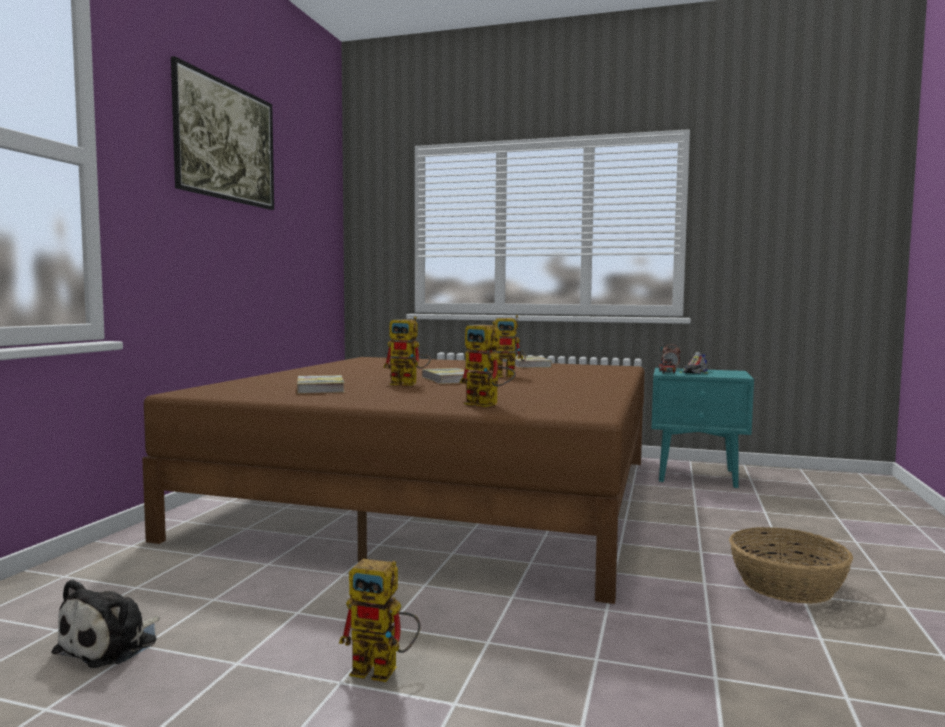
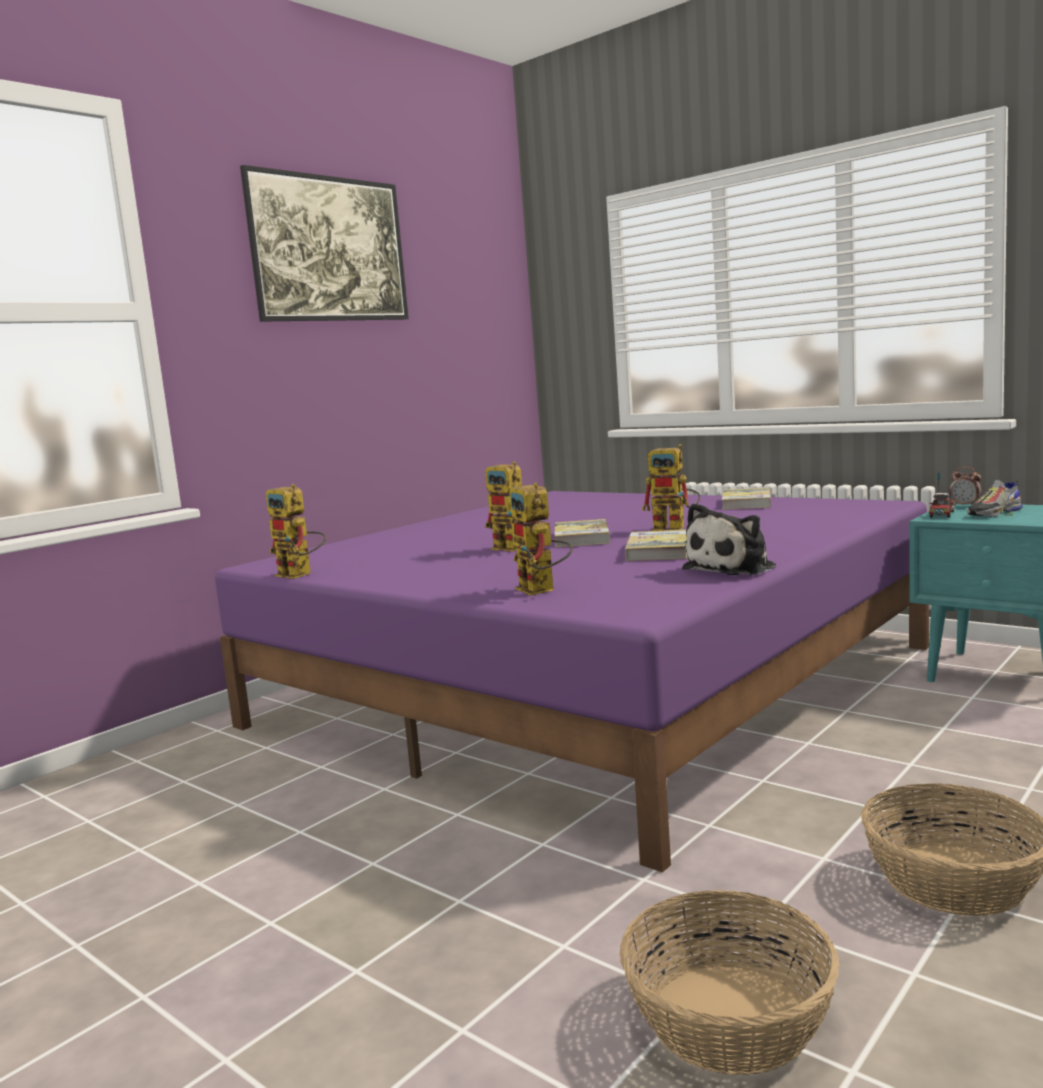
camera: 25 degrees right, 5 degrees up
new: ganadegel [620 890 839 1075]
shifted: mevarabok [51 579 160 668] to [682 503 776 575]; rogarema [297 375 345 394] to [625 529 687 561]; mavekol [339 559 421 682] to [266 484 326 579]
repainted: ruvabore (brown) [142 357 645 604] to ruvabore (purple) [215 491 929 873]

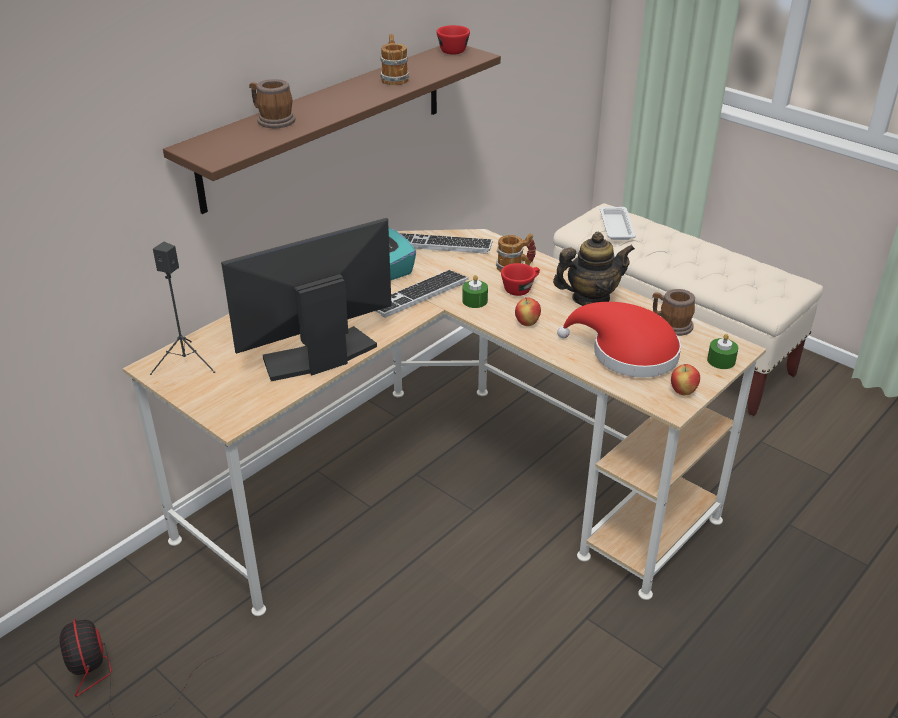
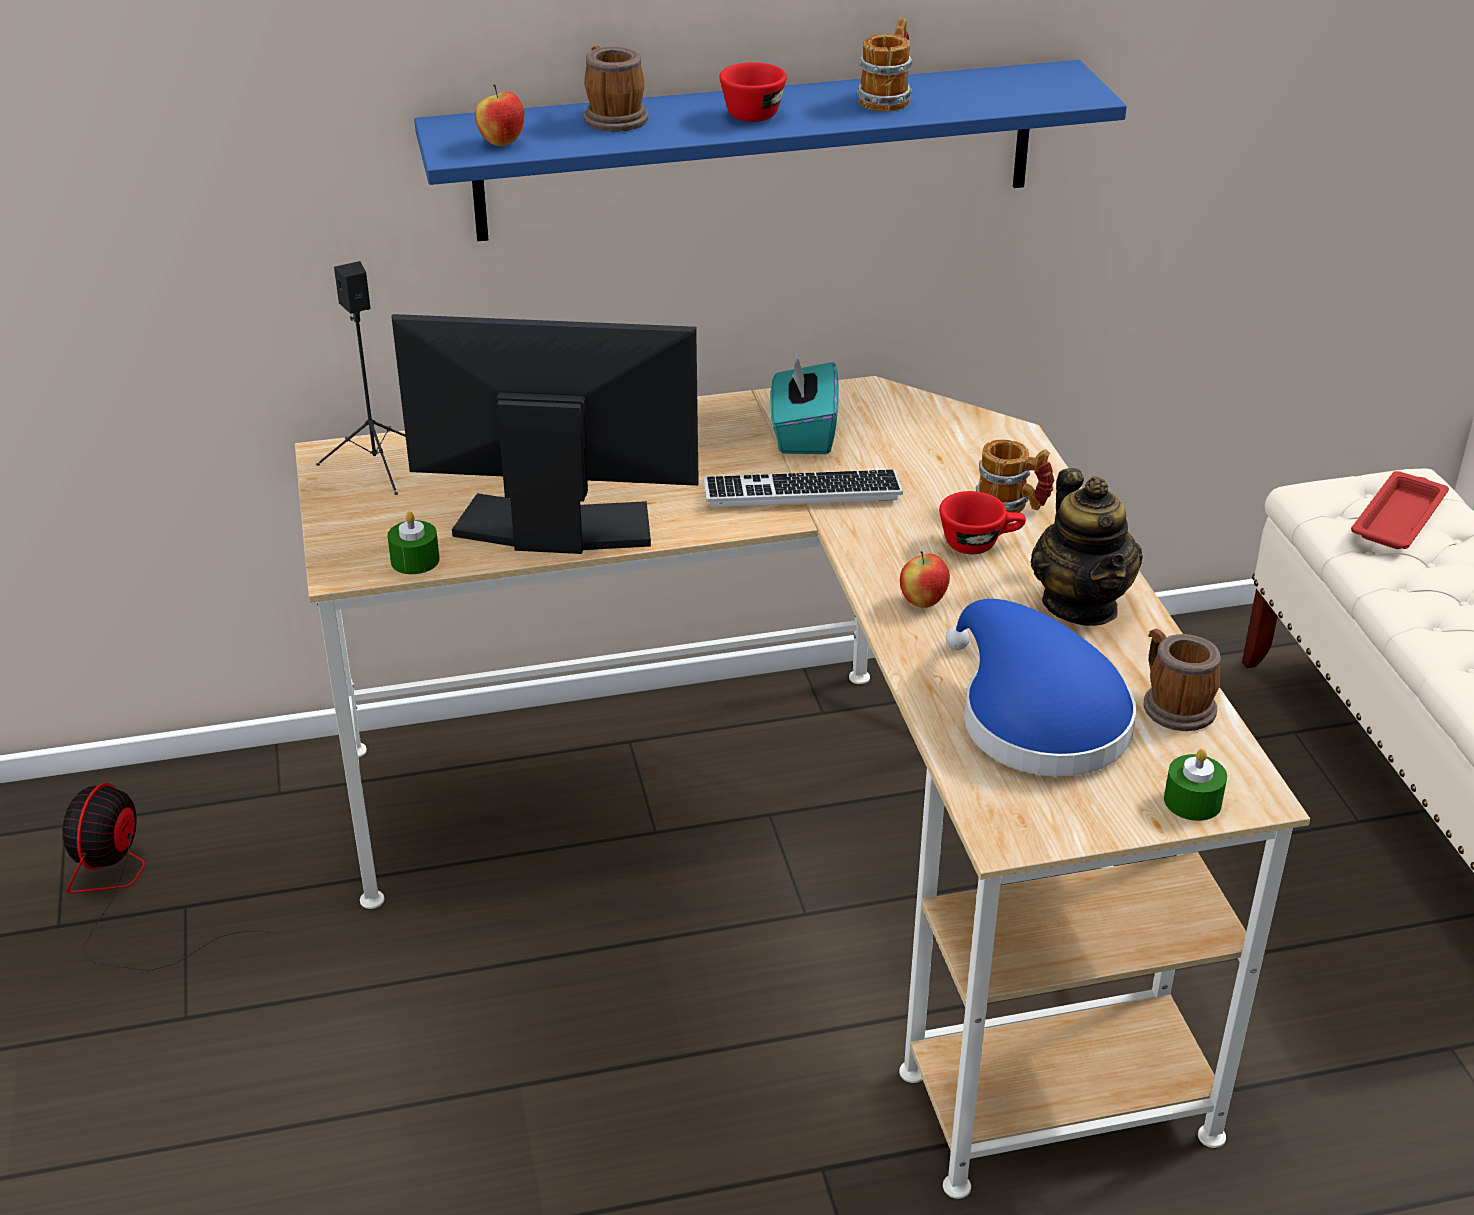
camera: 35 degrees right, 0 degrees up
gone: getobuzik [400 233 493 254]
shifted: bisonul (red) [436 25 470 55] to [719 62 787 122]; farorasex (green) [462 275 488 308] to [387 511 440 574]; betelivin [671 364 700 395] to [475 85 525 146]
repainted: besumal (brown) [163 46 501 214] to besumal (blue) [414 60 1127 241]; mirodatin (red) [557 302 681 378] to mirodatin (blue) [945 599 1136 776]; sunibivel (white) [600 207 636 240] to sunibivel (red) [1351 471 1449 549]
rotated: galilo [553 232 635 306] = [1031 468 1143 626] 60 degrees clockwise

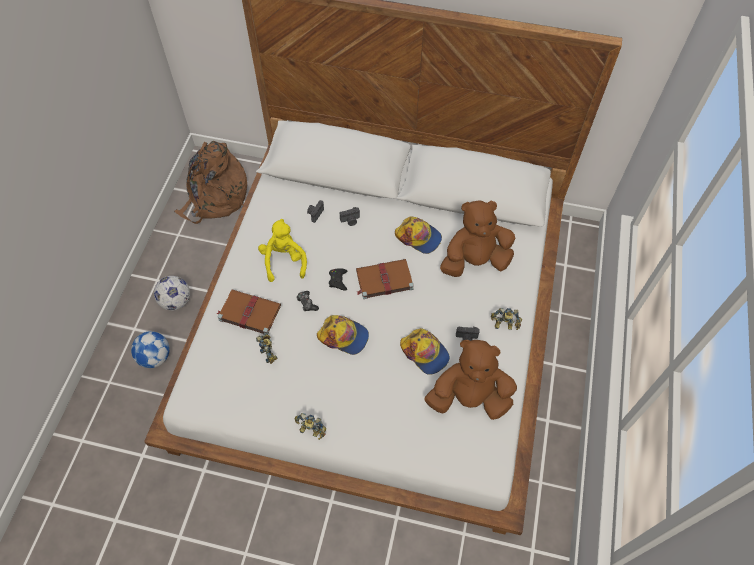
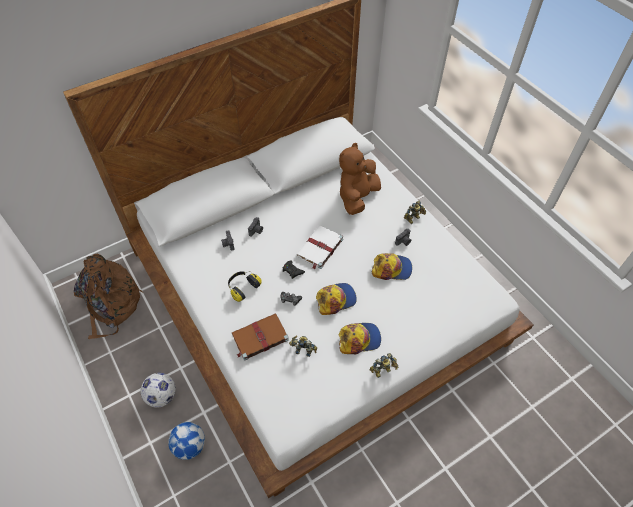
camera: 45 degrees left, 5 degrees down
gone: mevarabok (brown) [424 340 517 420]
shifted: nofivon [395 216 442 254] to [339 323 381 354]
swapped: mevarabok (yellow) [258 219 307 282] to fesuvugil [228 271 262 302]
repainted: rogarema (brown) [356 259 414 299] to rogarema (white) [296 225 343 270]

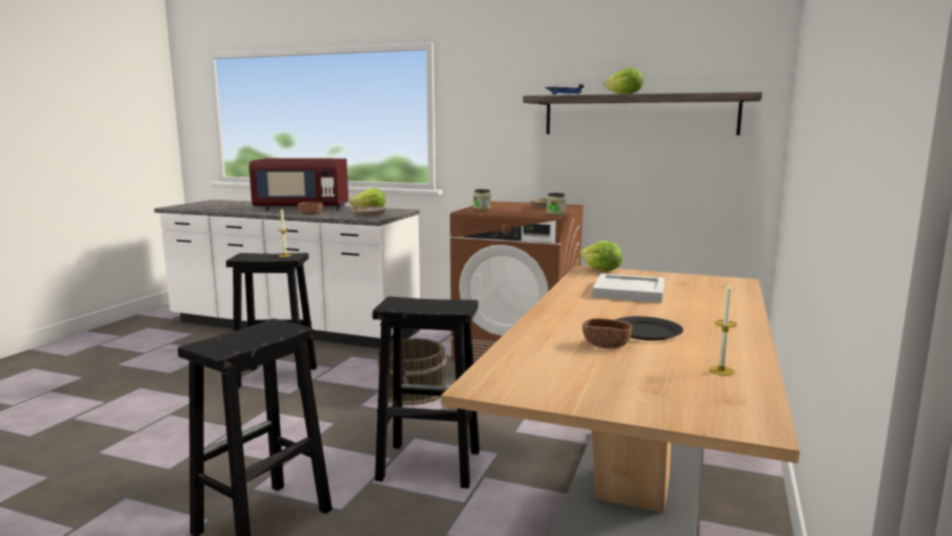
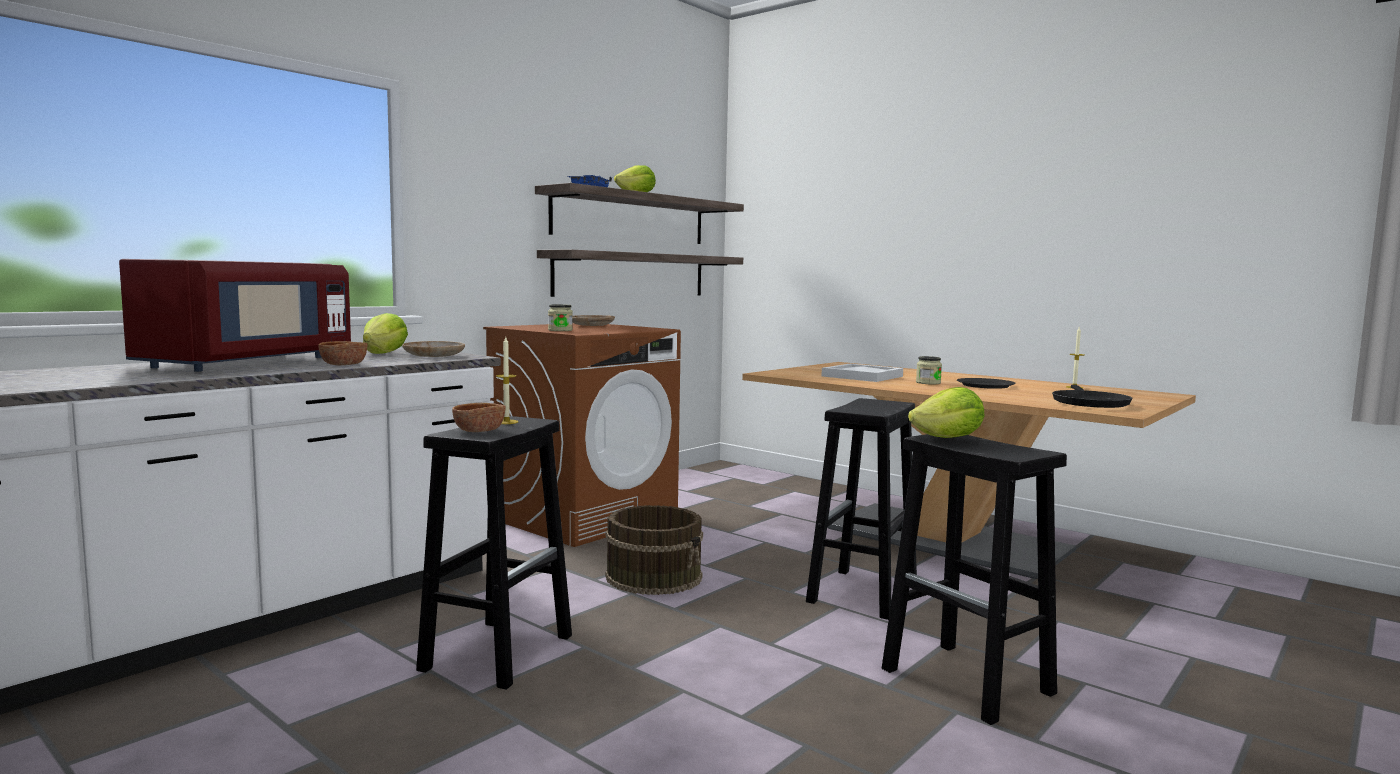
camera: 70 degrees left, 5 degrees down
new: besumal [537 250 743 297]; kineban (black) [1052 385 1132 408]
shifted: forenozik [546 193 566 215] to [916 356 942 385]; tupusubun [580 241 622 271] to [908 387 984 438]; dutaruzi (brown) [582 318 632 349] to [452 403 506 432]

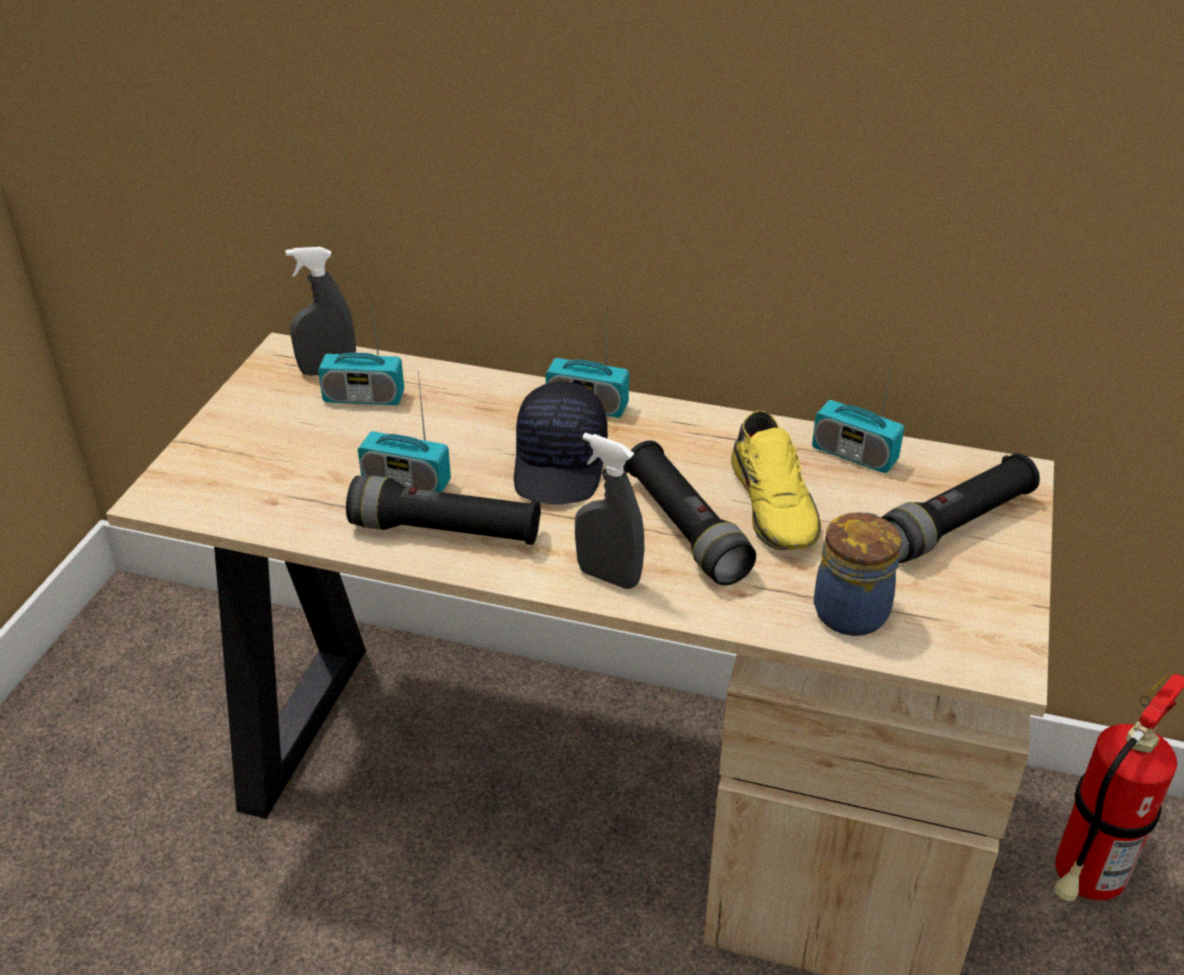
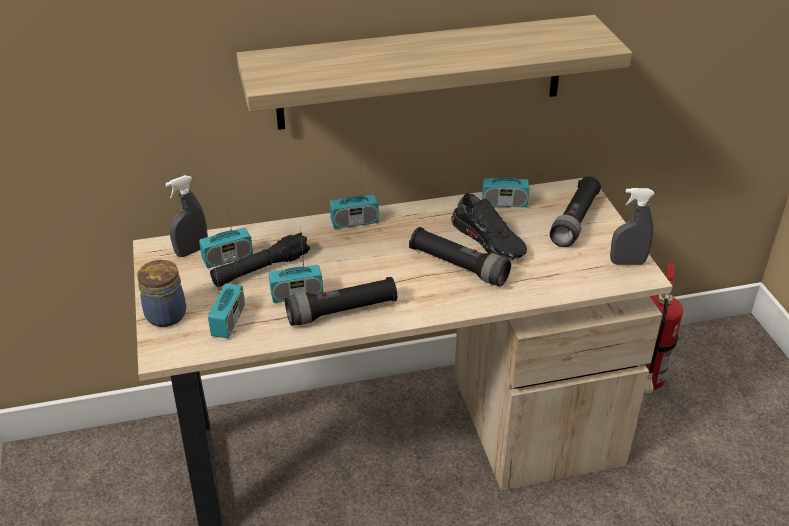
camera: 30 degrees left, 0 degrees up
gone: nofivon (black) [514 382 608 504]
new: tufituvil [208 254 245 338]; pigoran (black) [210 232 310 287]; besumal [236 15 632 130]
shifted: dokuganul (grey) [575 433 645 589] to [610 188 654 265]; forenozik [814 512 901 636] to [137 259 186 327]
repainted: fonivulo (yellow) [731 411 821 550] to fonivulo (black) [451 193 527 260]

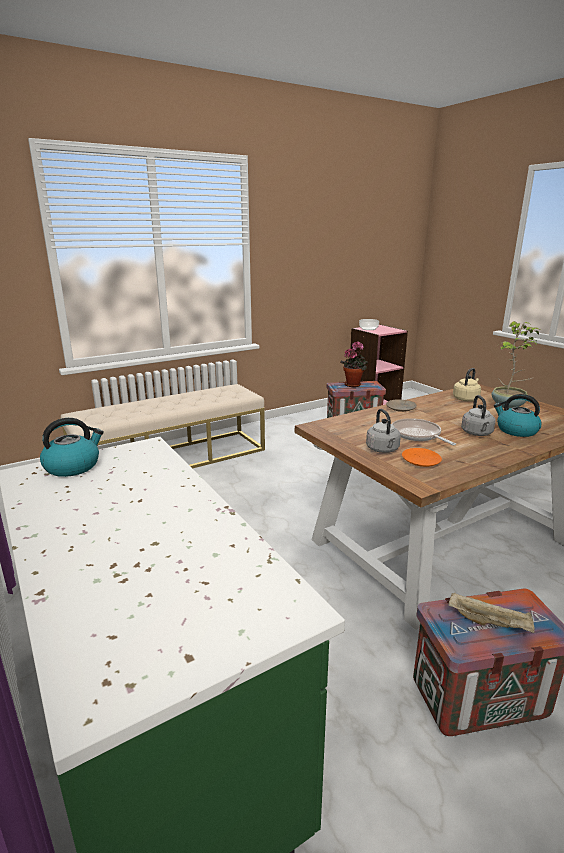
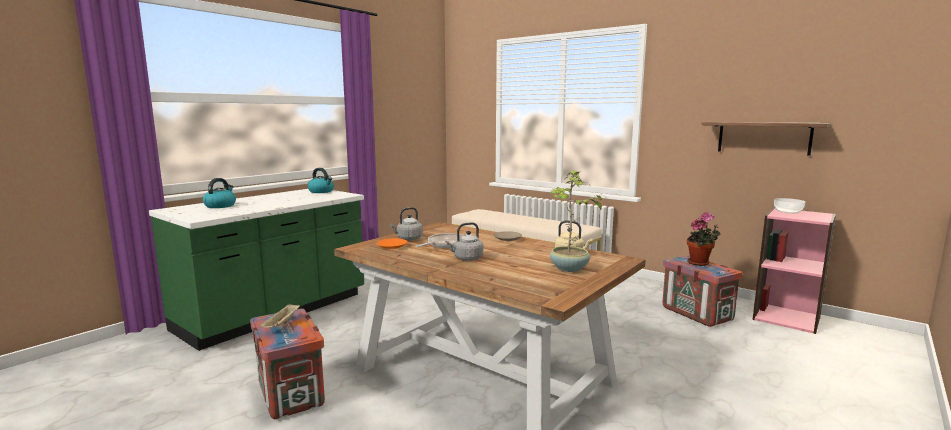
camera: 70 degrees right, 10 degrees down
new: besumal [701 122 830 156]
shifted: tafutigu [494 394 541 437] to [203 178 236 208]

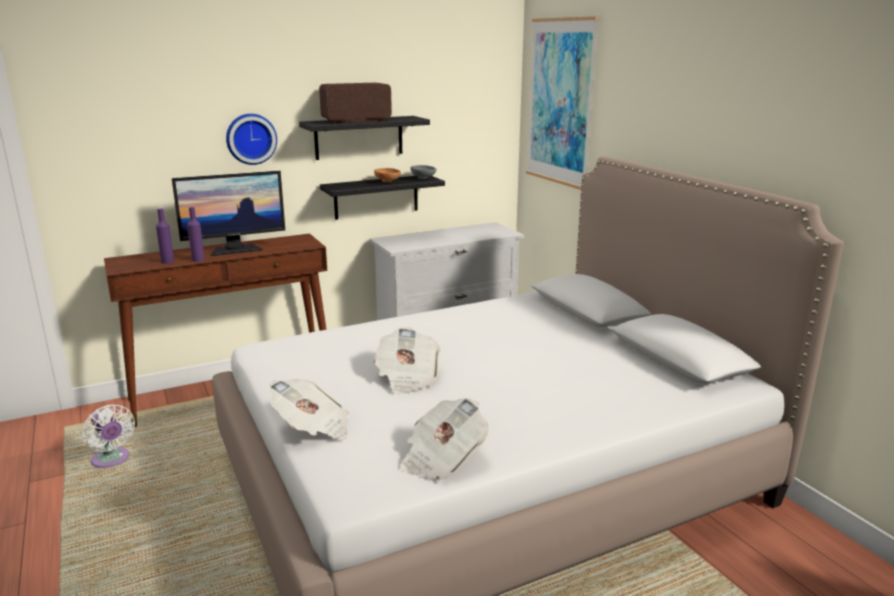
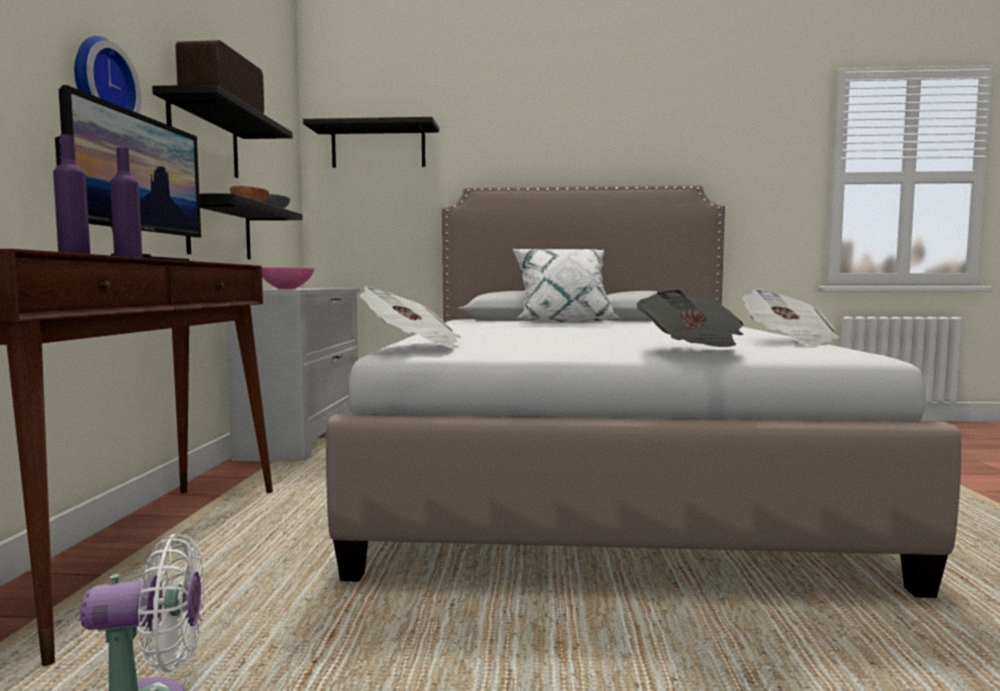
camera: 60 degrees left, 15 degrees down
new: dutaruzi (pink) [262 268 314 289]; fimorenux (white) [513 249 620 322]
shifted: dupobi [373 327 440 395] to [360 286 461 348]
swapped: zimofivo [526 16 599 190] to besumal (black) [303 117 439 168]

